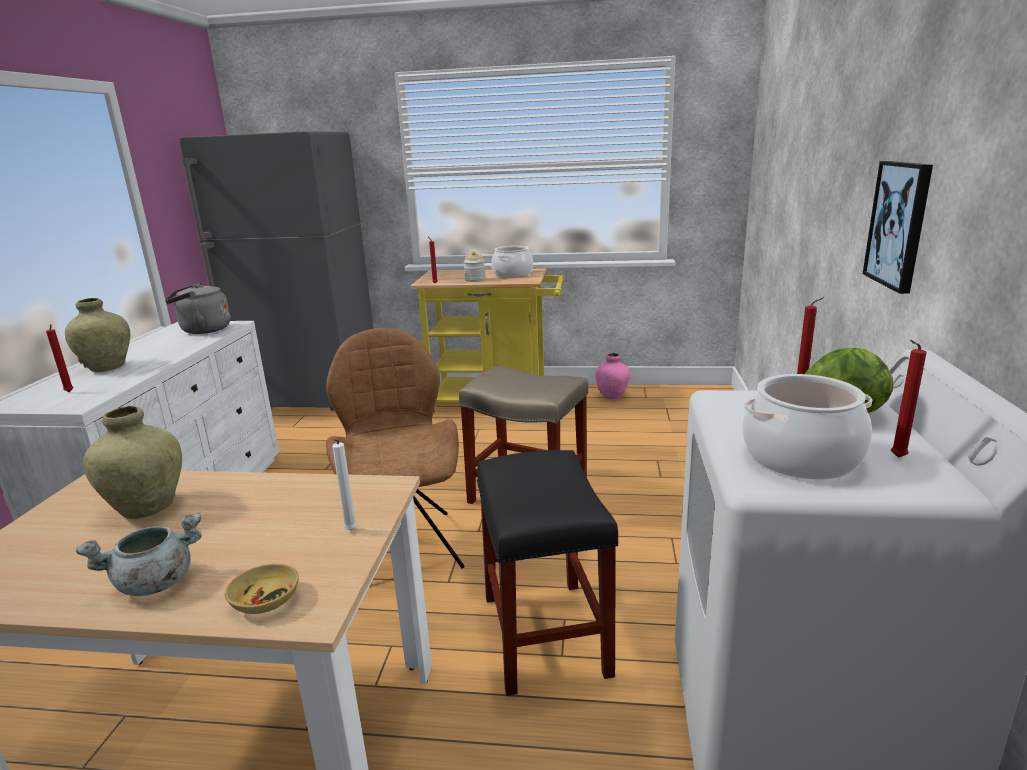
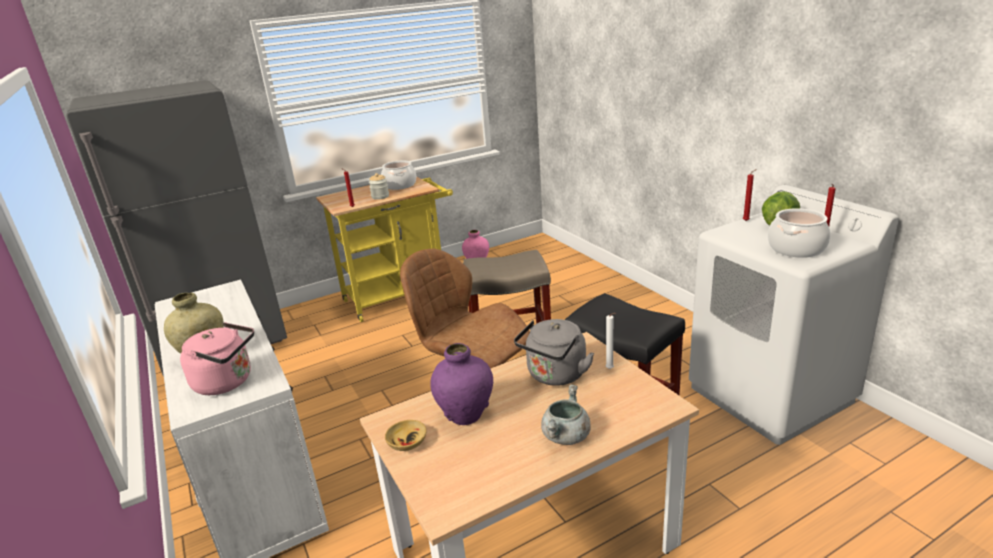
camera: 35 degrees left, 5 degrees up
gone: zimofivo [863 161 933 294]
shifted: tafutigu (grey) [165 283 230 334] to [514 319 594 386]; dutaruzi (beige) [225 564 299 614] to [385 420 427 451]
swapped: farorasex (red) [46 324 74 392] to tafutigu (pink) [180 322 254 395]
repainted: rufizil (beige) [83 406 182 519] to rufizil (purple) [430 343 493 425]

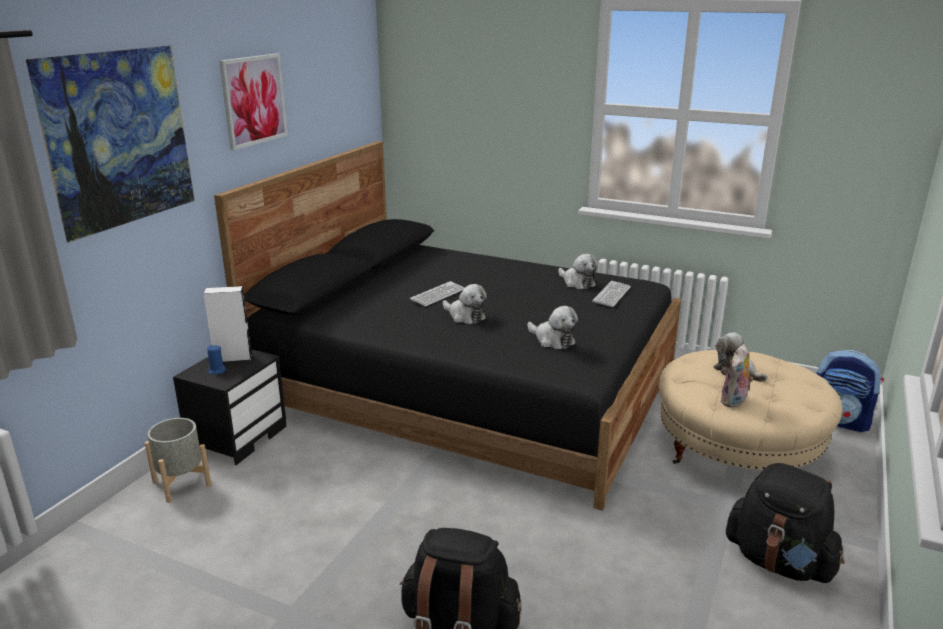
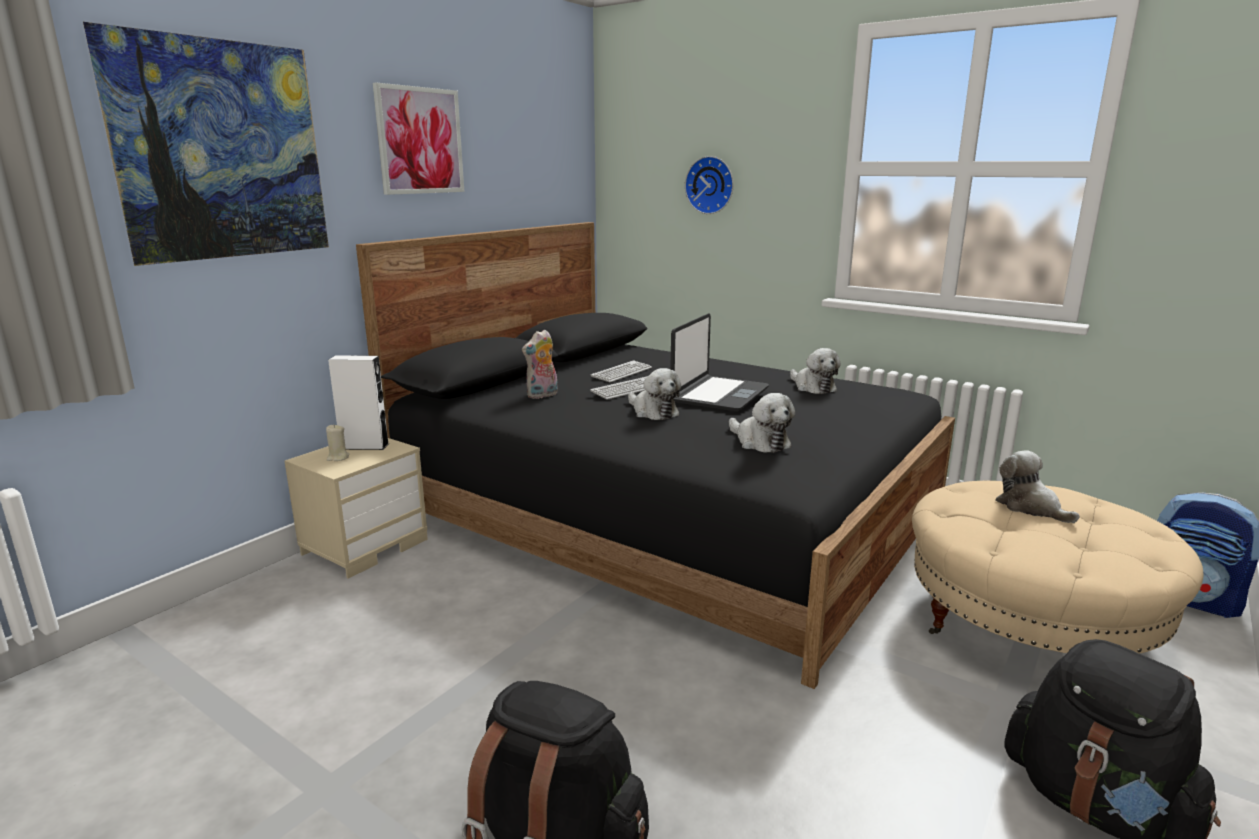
camera: 10 degrees right, 5 degrees down
gone: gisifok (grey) [145 418 211 503]
new: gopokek [670 313 769 412]; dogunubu [685 156 734 214]
shifted: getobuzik [592 281 631 307] to [591 361 652 382]; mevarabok [720 344 753 408] to [522 329 558 399]
repainted: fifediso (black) [173 349 286 465] to fifediso (beige) [284 438 428 579]; farorasex (blue) [207 345 226 375] to farorasex (beige) [326 424 349 461]

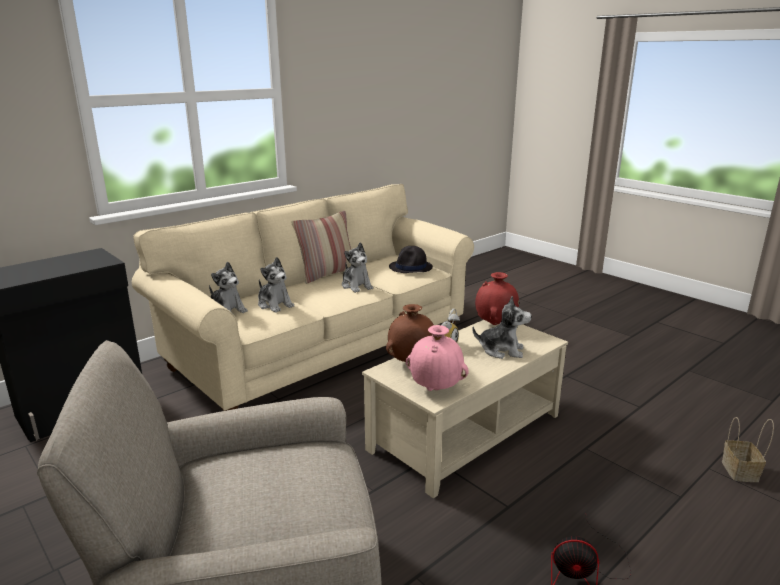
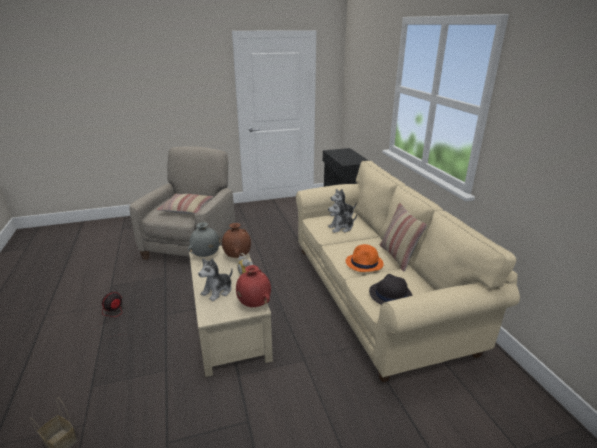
camera: 115 degrees right, 5 degrees up
new: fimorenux [156 194 214 214]
swapped: mevarabok [342 242 373 293] to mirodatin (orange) [346 244 384 272]
repainted: rufizil (pink) [406 325 469 391] to rufizil (grey) [188 222 221 257]

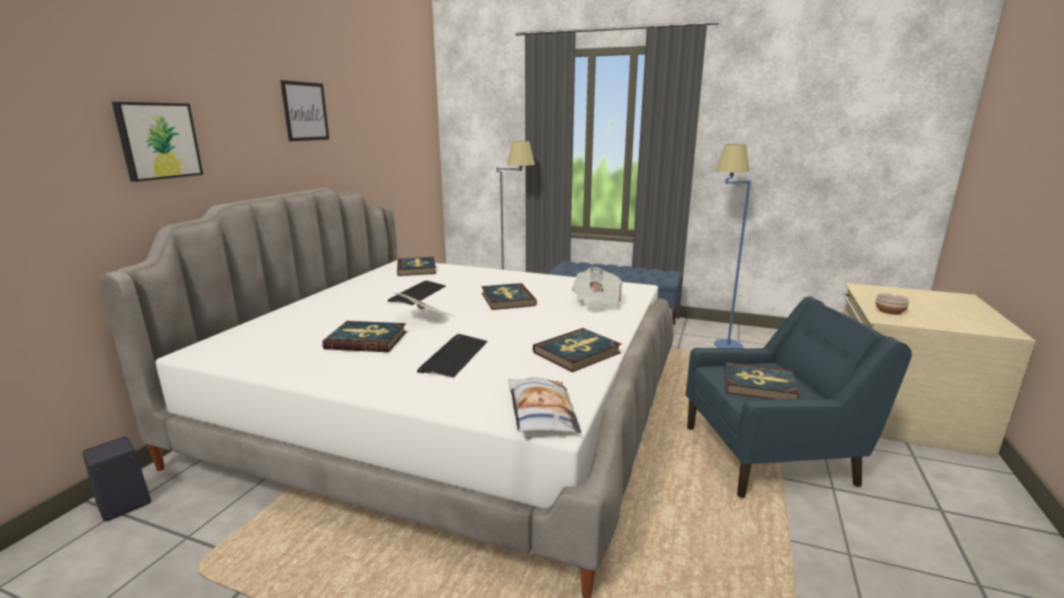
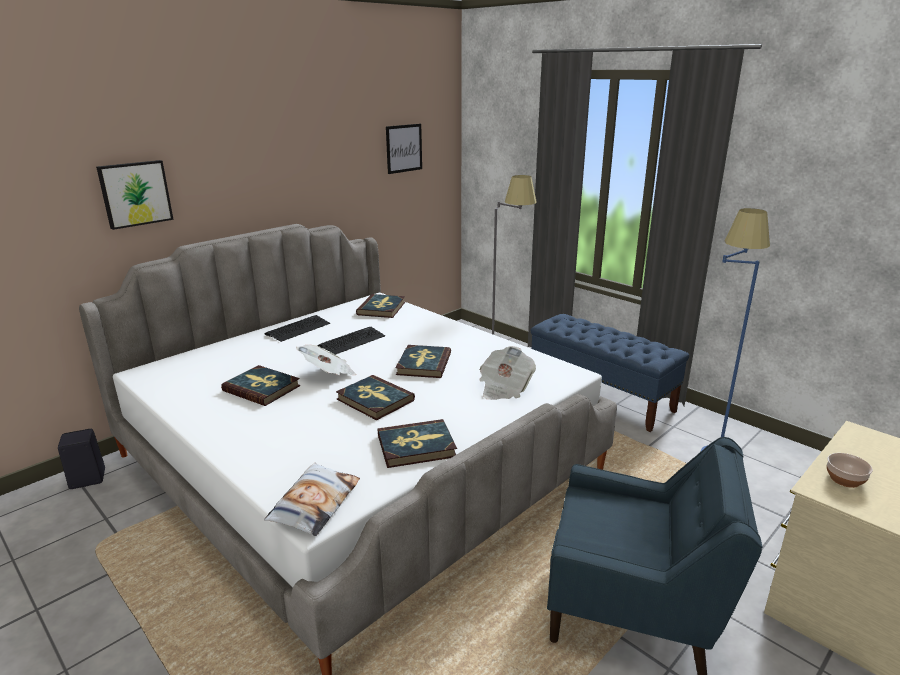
camera: 25 degrees right, 5 degrees up
shifted: zimofivo [280 80 329 141] to [386 124 422 174]; getobuzik [417 334 487 378] to [265 315 330 342]; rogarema [724 362 800 399] to [336 375 415 420]

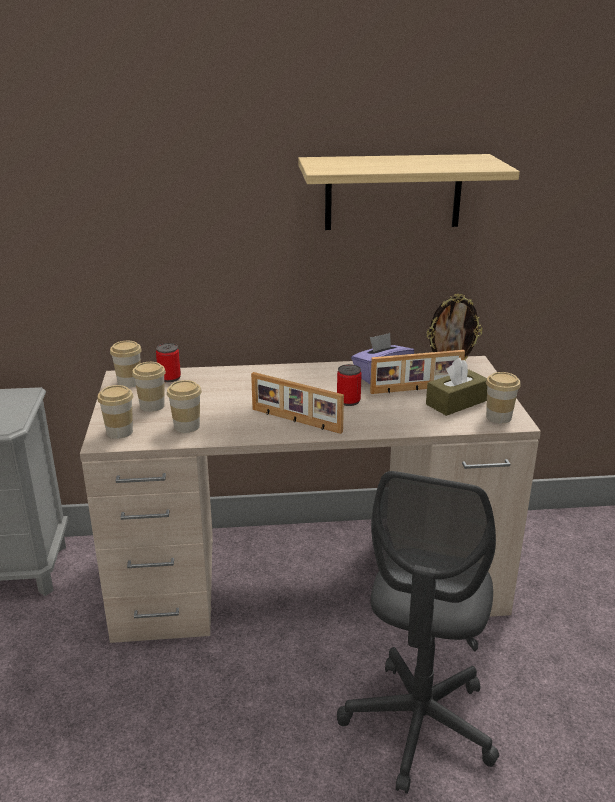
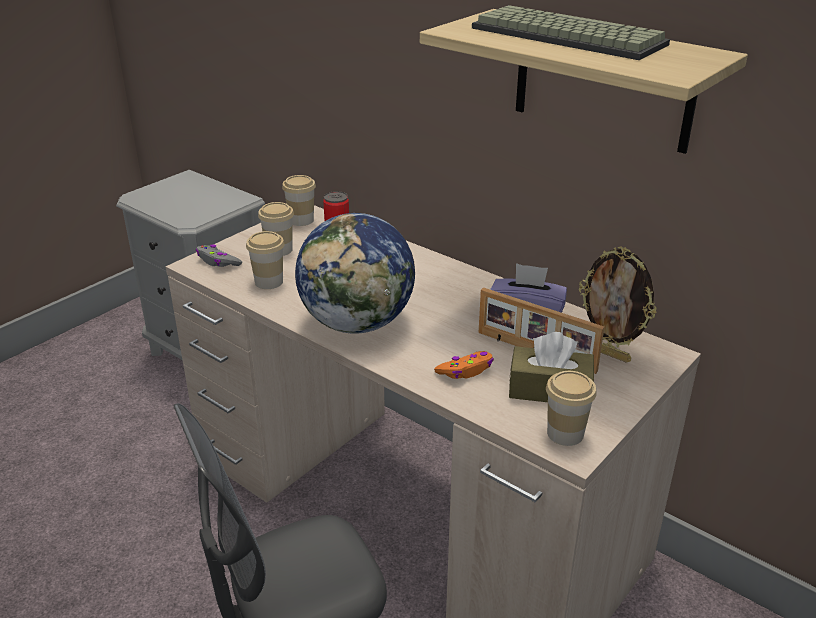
camera: 45 degrees right, 5 degrees up
gone: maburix [337 364 362 406]
new: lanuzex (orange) [434 351 494 379]; getobuzik [472 5 670 60]
swapped: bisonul [97 385 133 439] to lanuzex (grey) [196 244 242 267]; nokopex [251 372 344 434] to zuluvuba [295 213 415 333]

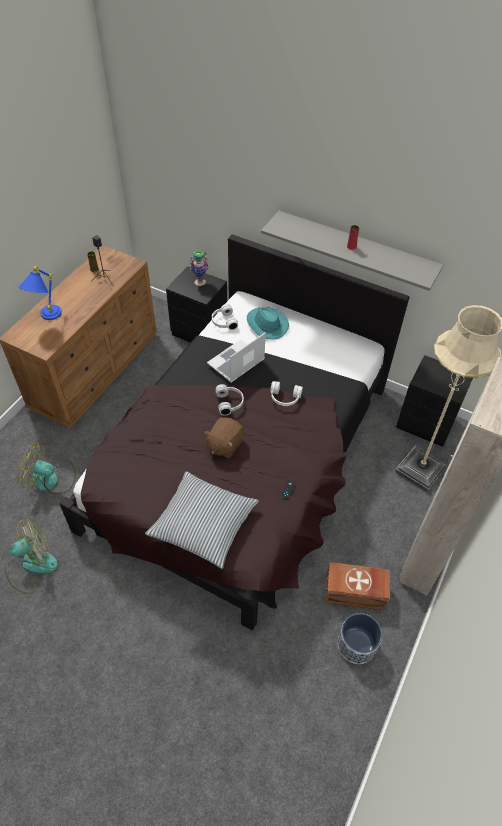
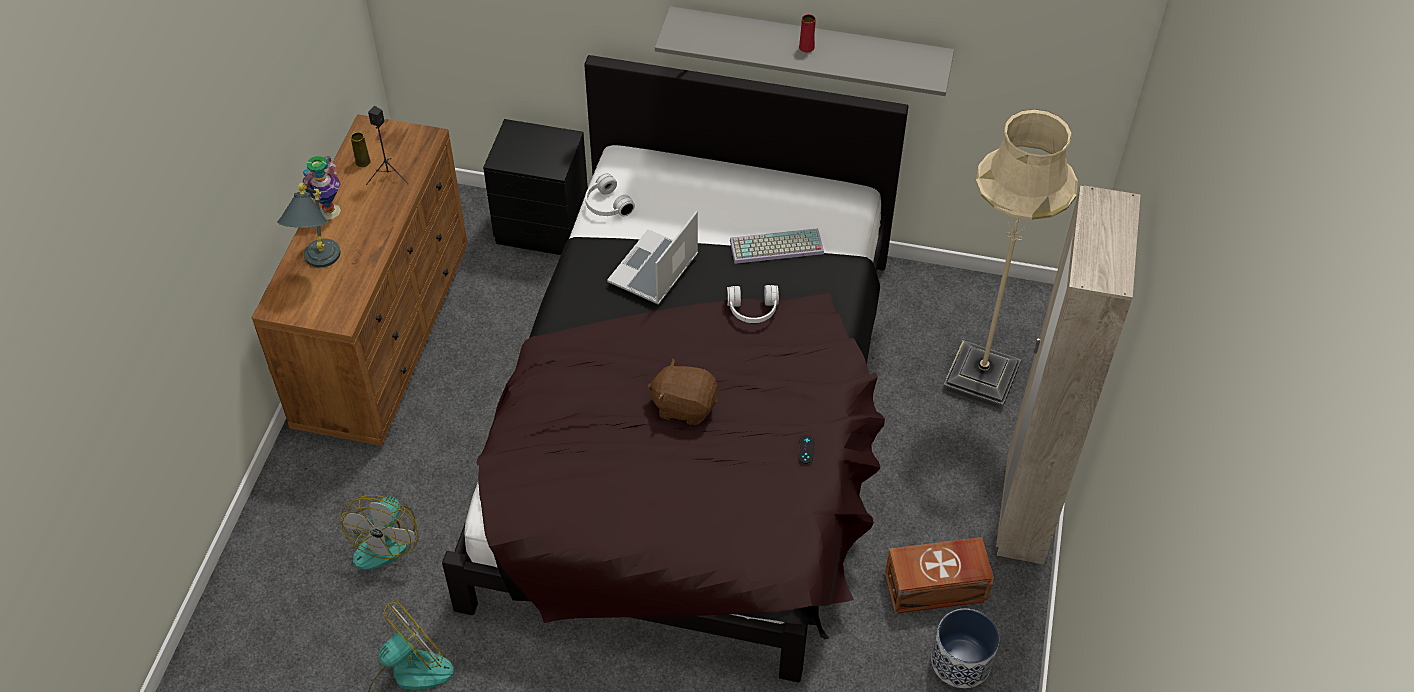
camera: 15 degrees left, 0 degrees up
gone: fimorenux [145 471 259 569]; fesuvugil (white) [216 384 244 416]; mirodatin (turquoise) [247 307 289 340]; fifediso (black) [396 355 473 447]
new: getobuzik [730 228 824 264]
shifted: rufizil [190 250 208 286] to [303 156 341 220]
repainted: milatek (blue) [18 266 62 320] to milatek (grey) [277 183 340 267]
rotated: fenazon [18 443 76 494] = [341 495 418 570] 75 degrees counterclockwise; mevarabok (brown) [204 417 244 458] = [647 358 717 425] 90 degrees clockwise

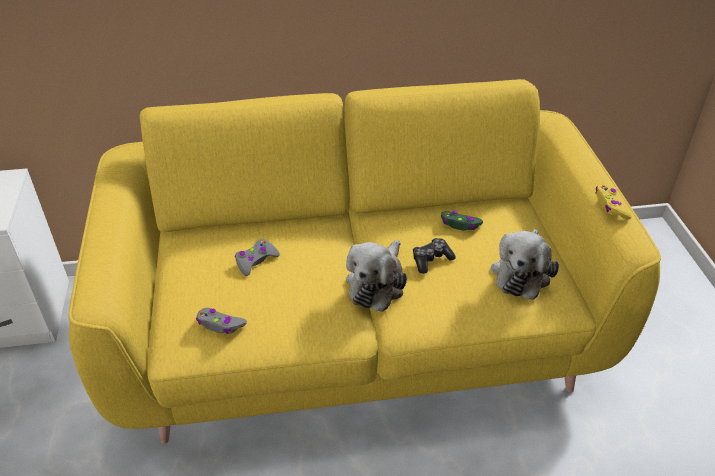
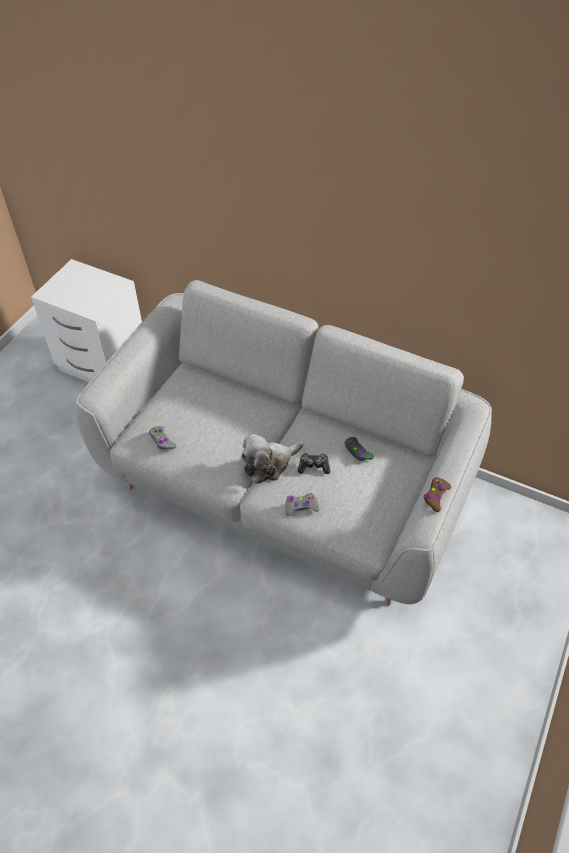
camera: 35 degrees right, 10 degrees up
gone: mevarabok [491 229 559 300]
shifted: lanuzex (grey) [235 239 280 276] to [285 493 319 516]
repainted: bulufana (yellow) [68 79 661 444] to bulufana (grey) [75 280 492 606]; lanuzex (yellow) [595 185 632 219] to lanuzex (brown) [424 477 451 512]

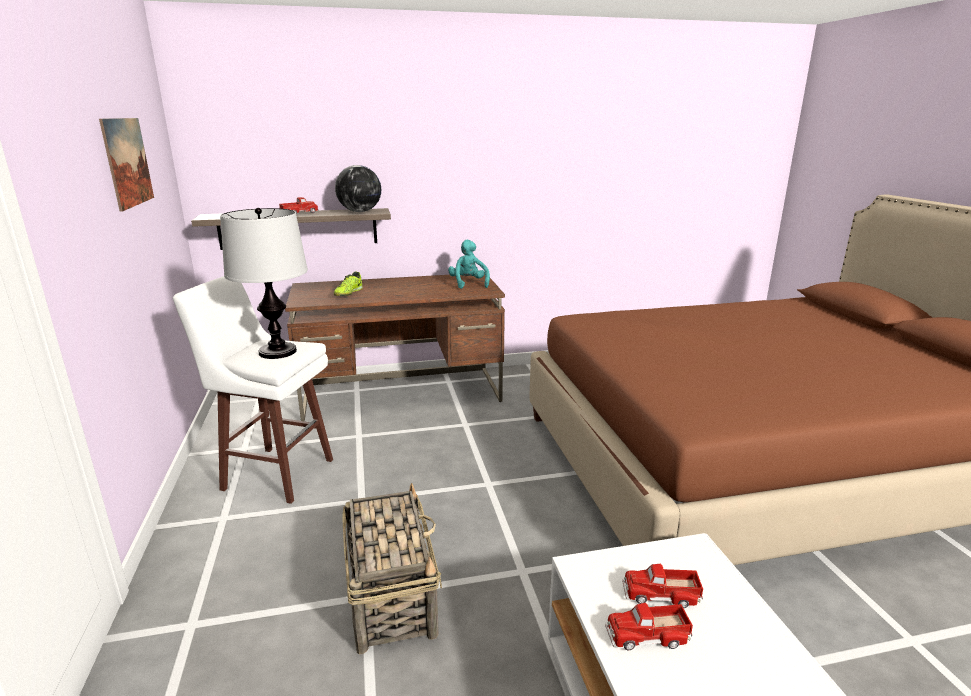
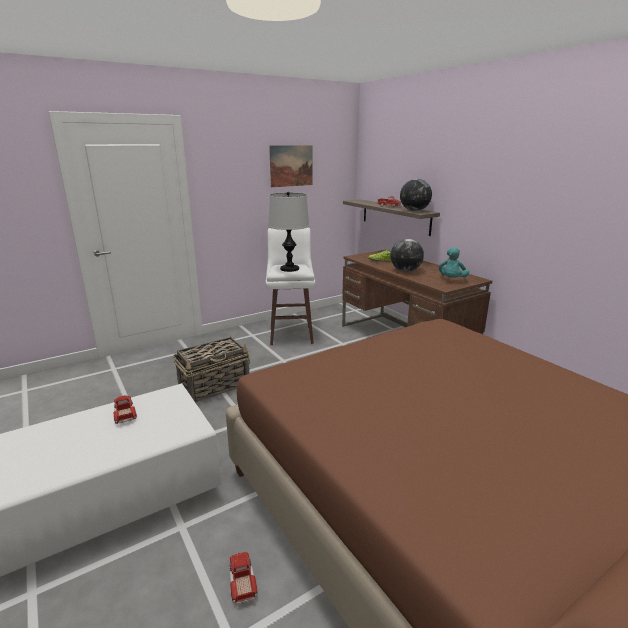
camera: 70 degrees right, 0 degrees up
new: zuluvuba [390 239 424 272]
shifted: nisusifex [622 564 703 608] to [230 552 257 604]
rotated: mevarabok (turquoise) [448 239 490 289] = [439 247 469 278] 150 degrees clockwise

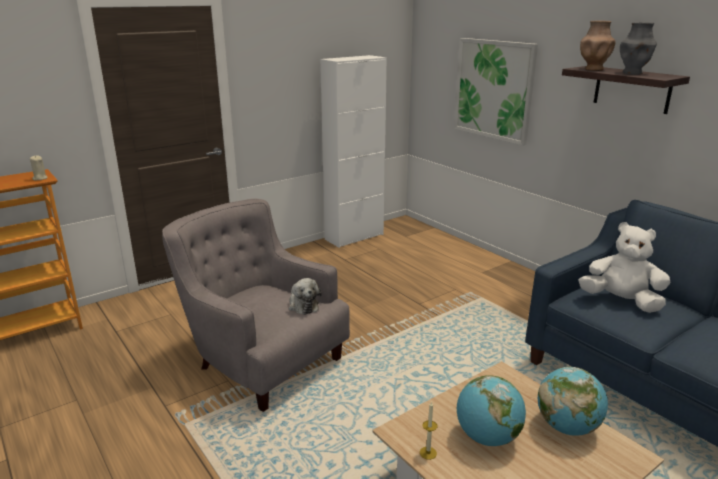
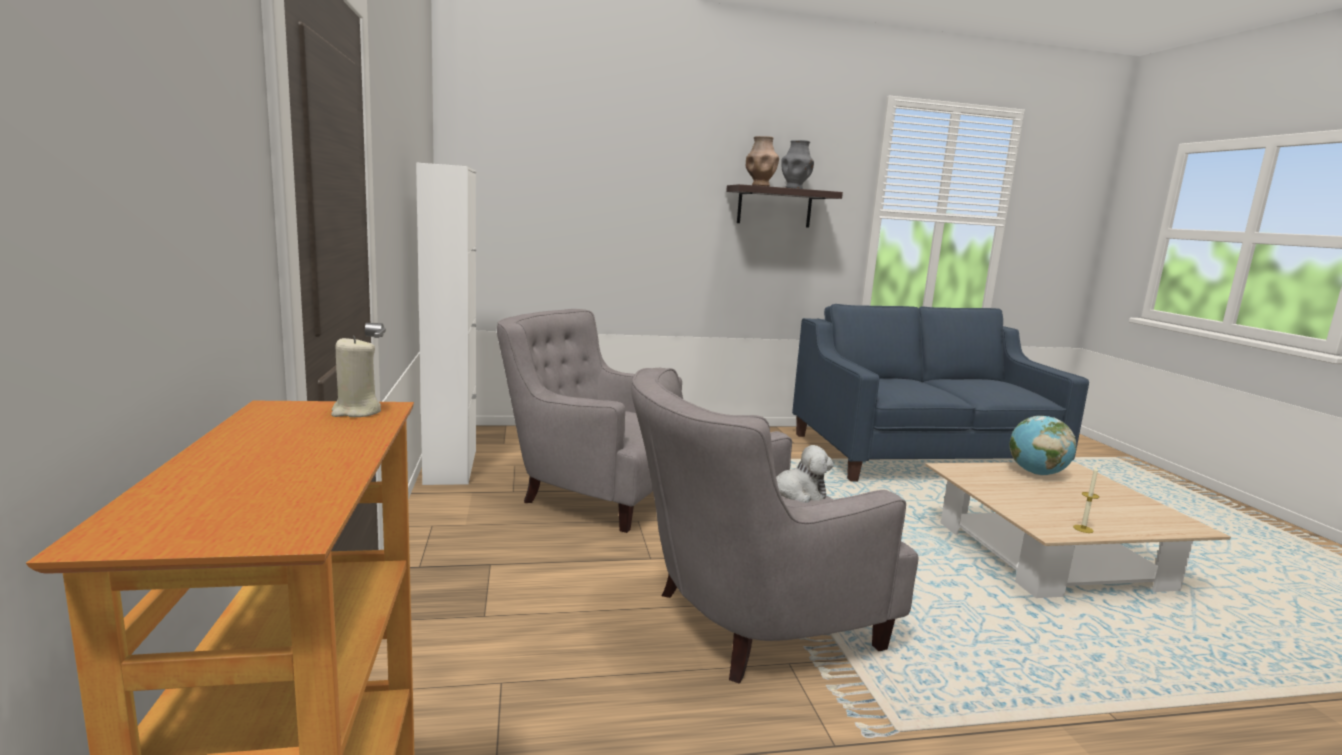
camera: 65 degrees left, 10 degrees down
gone: zimofivo [454 38 538 145]; zuluvuba [457 375 526 446]; mevarabok (white) [578 222 670 313]
new: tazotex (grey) [497 309 682 533]

